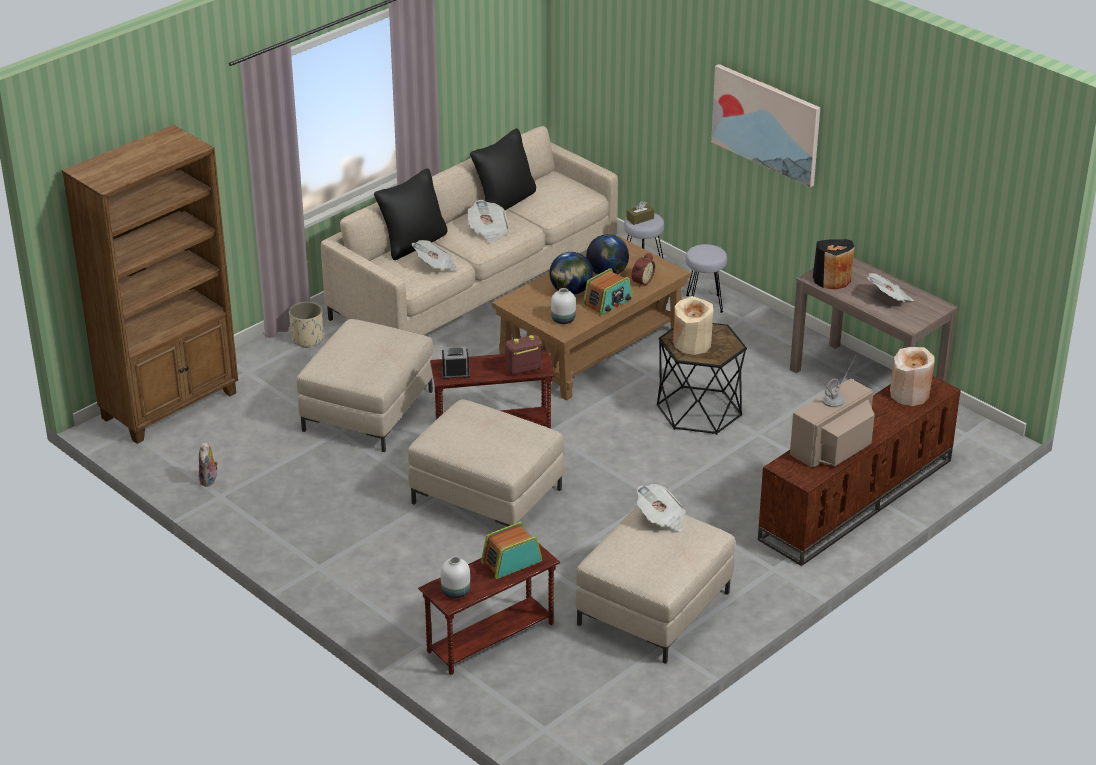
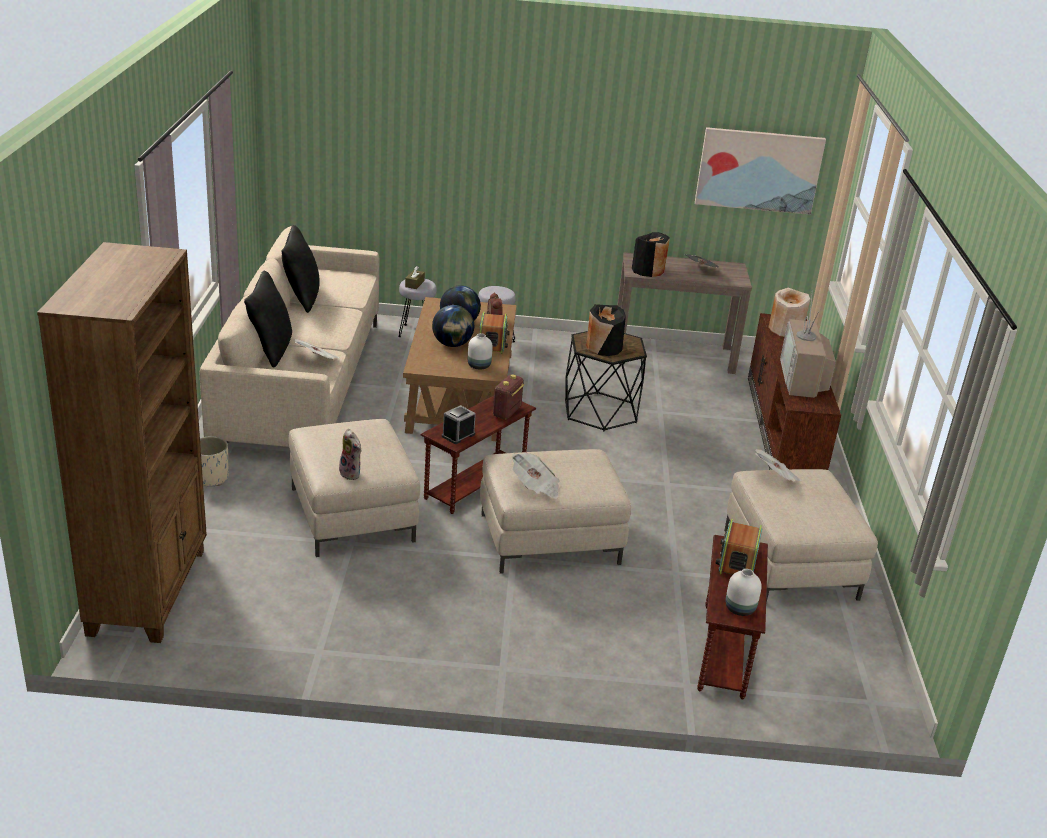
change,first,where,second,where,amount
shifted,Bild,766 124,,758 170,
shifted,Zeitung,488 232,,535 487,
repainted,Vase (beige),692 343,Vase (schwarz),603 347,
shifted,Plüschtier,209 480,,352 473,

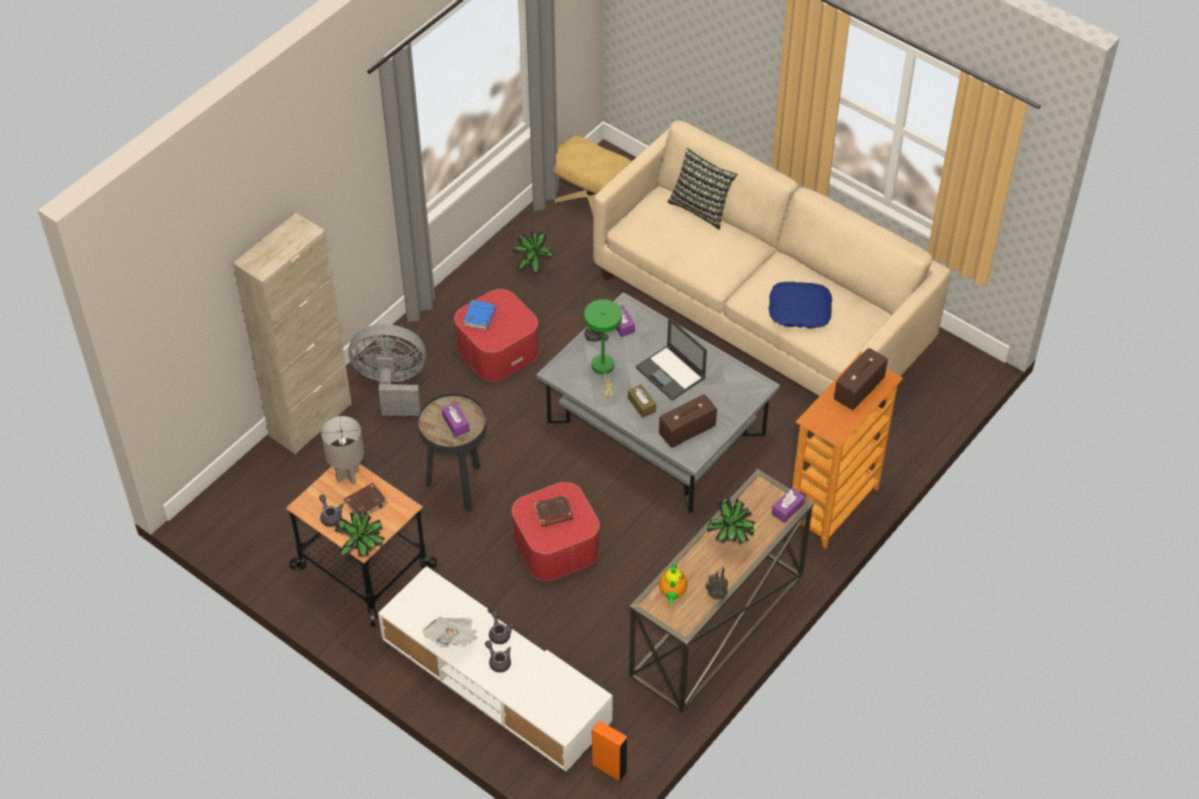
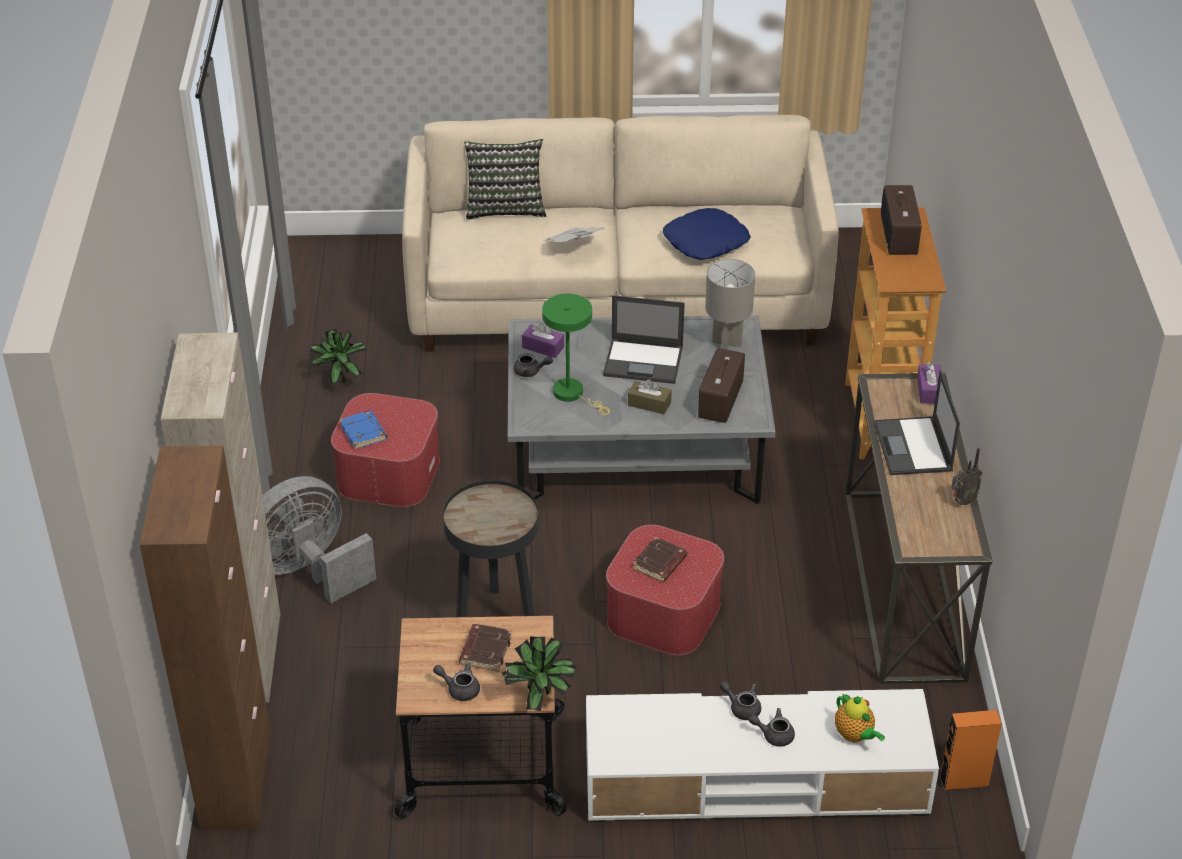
change,first,where,second,where,amount
gone,Polsterhocker (beige),590 196,,,
gone,Taschentuchbox (lila),456 423,,,
shifted,Tischlampe (grau),347 475,,726 343,
swapped,Topfpflanze,730 540,Laptop,913 447,
shifted,Teekanne,672 593,,855 735,
shifted,Zeitung,453 638,,575 247,
new,,,Schrank (braun),236 778,

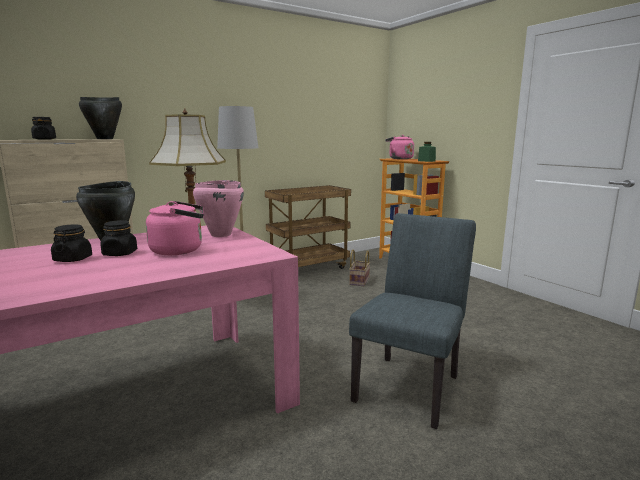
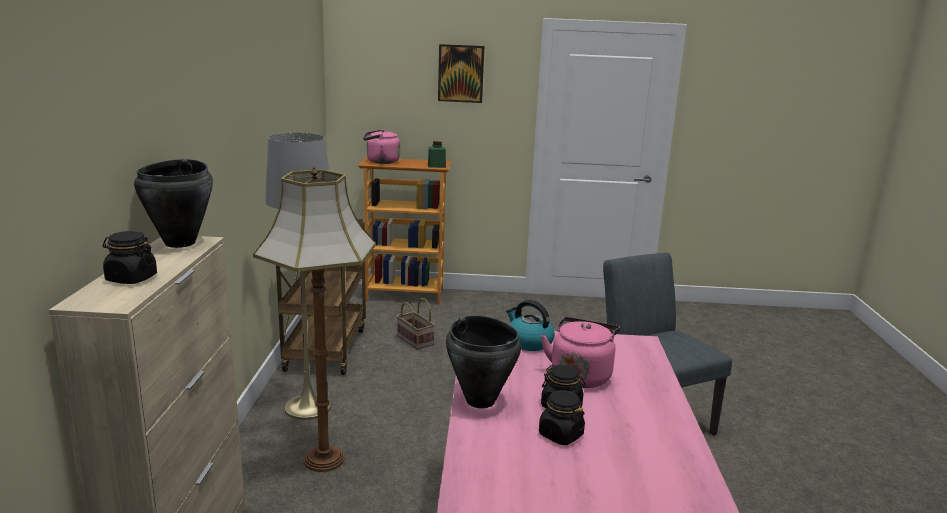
change,first,where,second,where,amount
swapped,Kochtopf (rosa),220 235,Wasserkessel,528 342,
new,,,Bild,461 73,

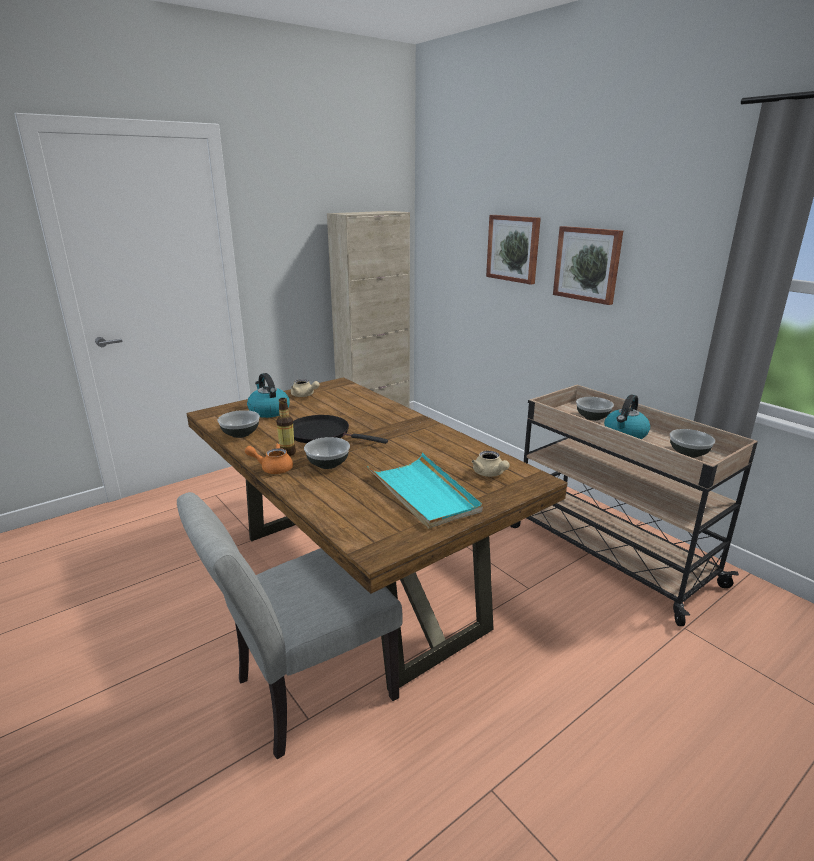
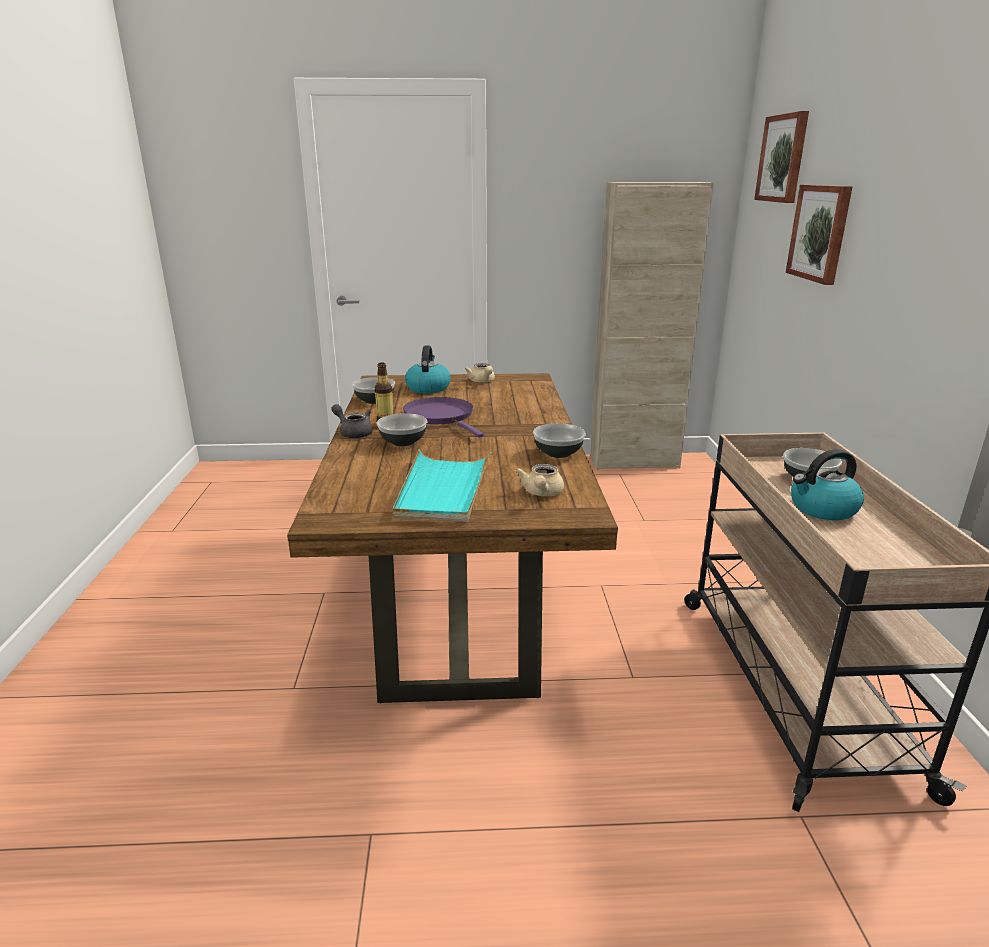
change,first,where,second,where,amount
shifted,Bild,587 264,,783 158,
repainted,Pfanne (schwarz),322 434,Pfanne (lila),441 417,
shifted,Schüssel,688 453,,557 453,
repainted,Teekanne (orange),272 468,Teekanne (grau),353 433,
gone,Stuhl (grau),304 693,,,

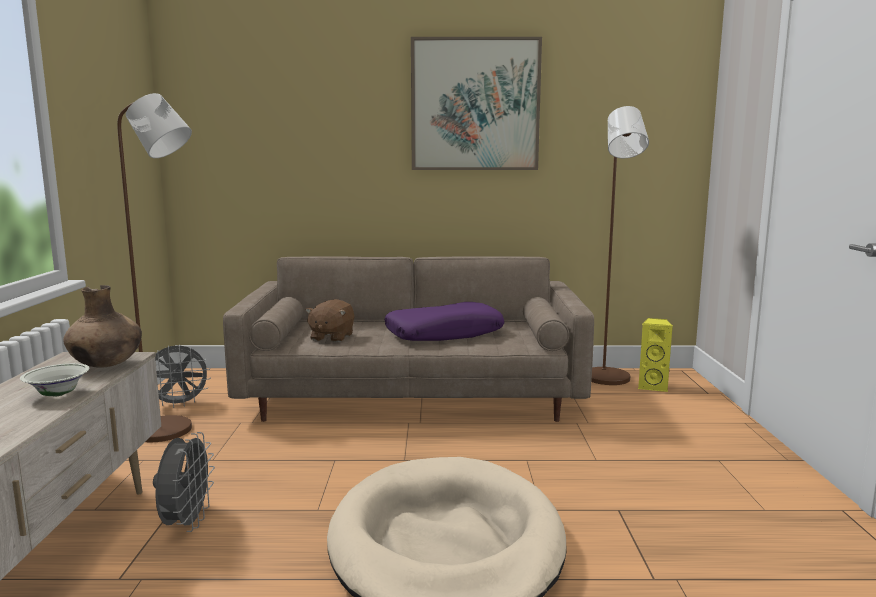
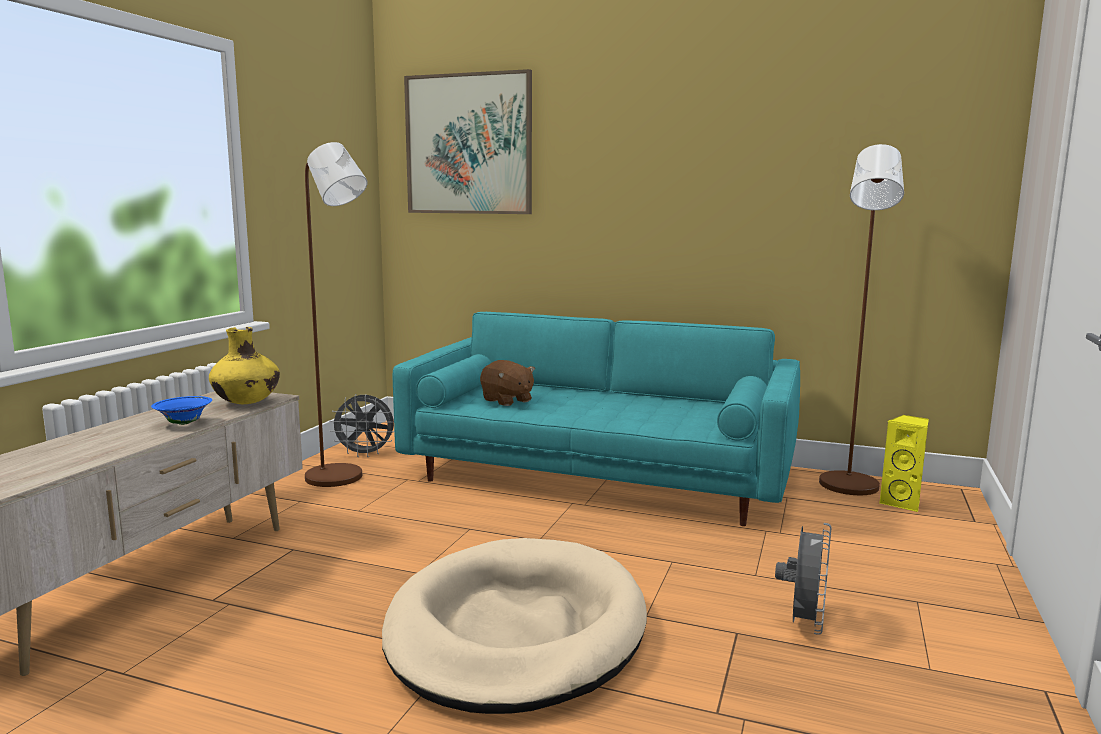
change,first,where,second,where,amount
shifted,Bild,475 105,,468 144,
repainted,Sofa (beige),413 395,Sofa (türkis),599 475,
repainted,Vase (braun),107 365,Vase (gelb),247 403,
rotated,Plüschtier (braun),331 337,,507 400,75 degrees counterclockwise
gone,Kissen (lila),444 334,,,
repainted,Schüssel (weiß),58 395,Schüssel (blau),184 423,
shifted,Ventilator (grau),186 524,,804 624,

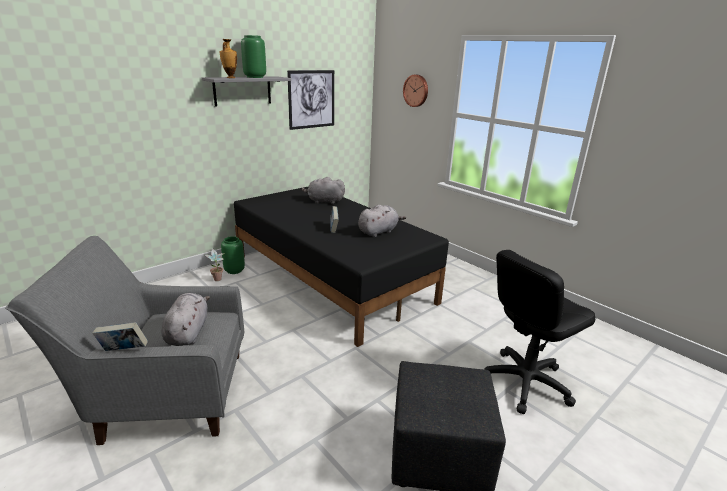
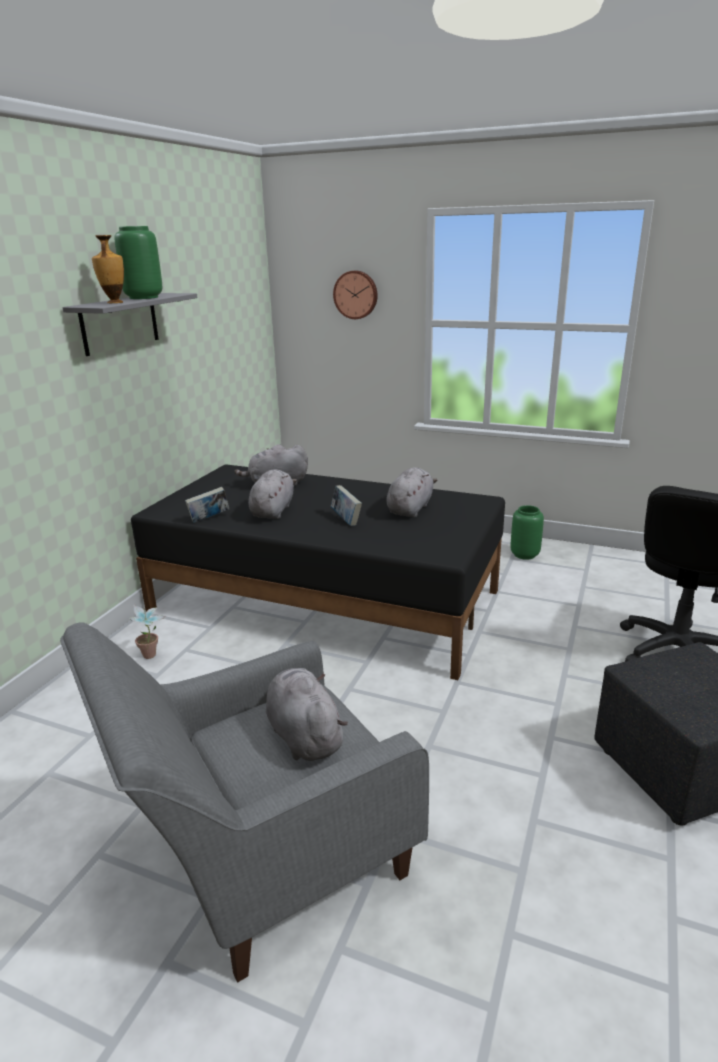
change,first,where,second,where,amount
gone,Bild,311 99,,,
shifted,Vase (grün),235 270,,525 554,
shifted,Buch,124 351,,209 519,
new,,,Plüschtier (grau),273 511,

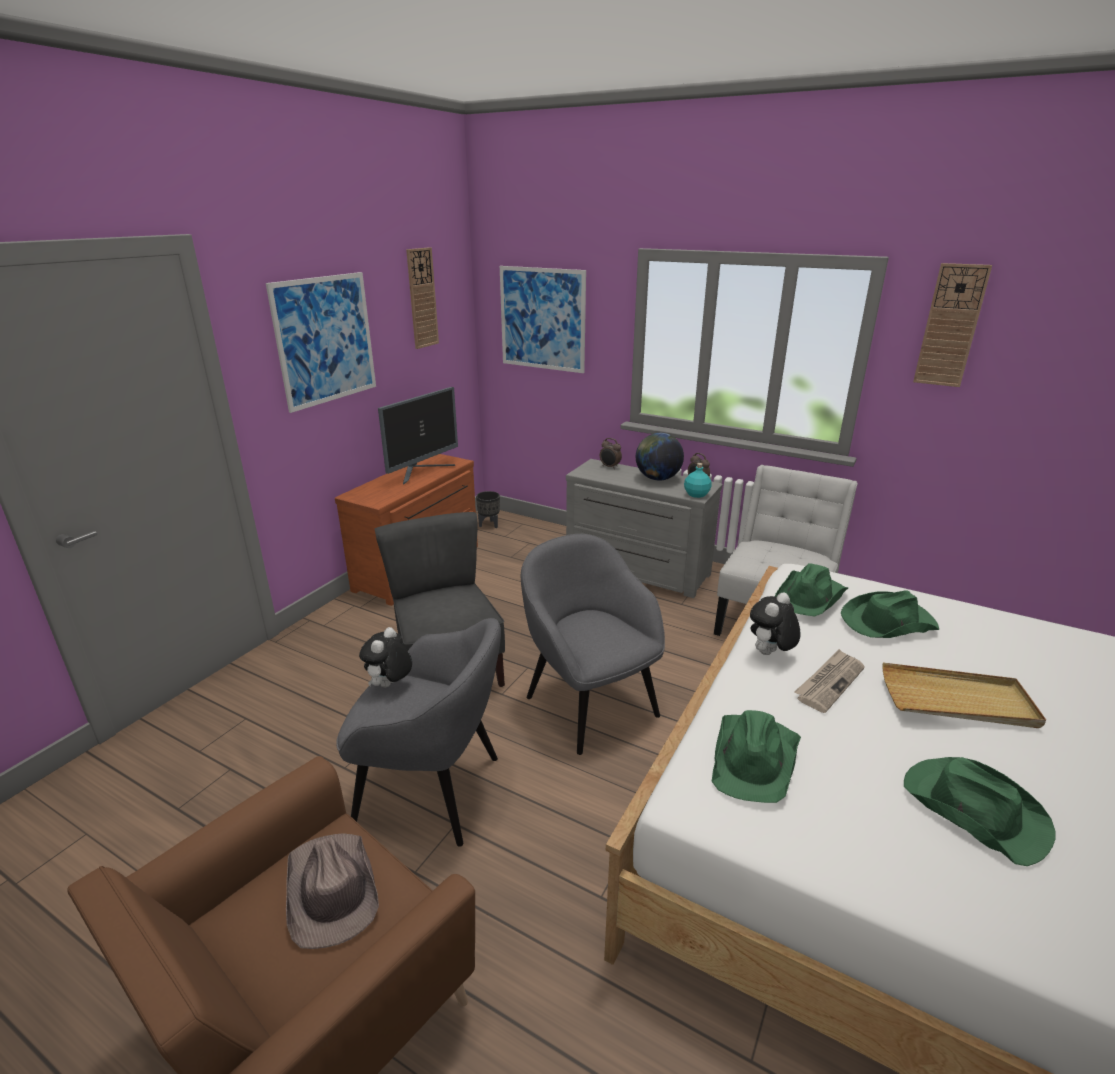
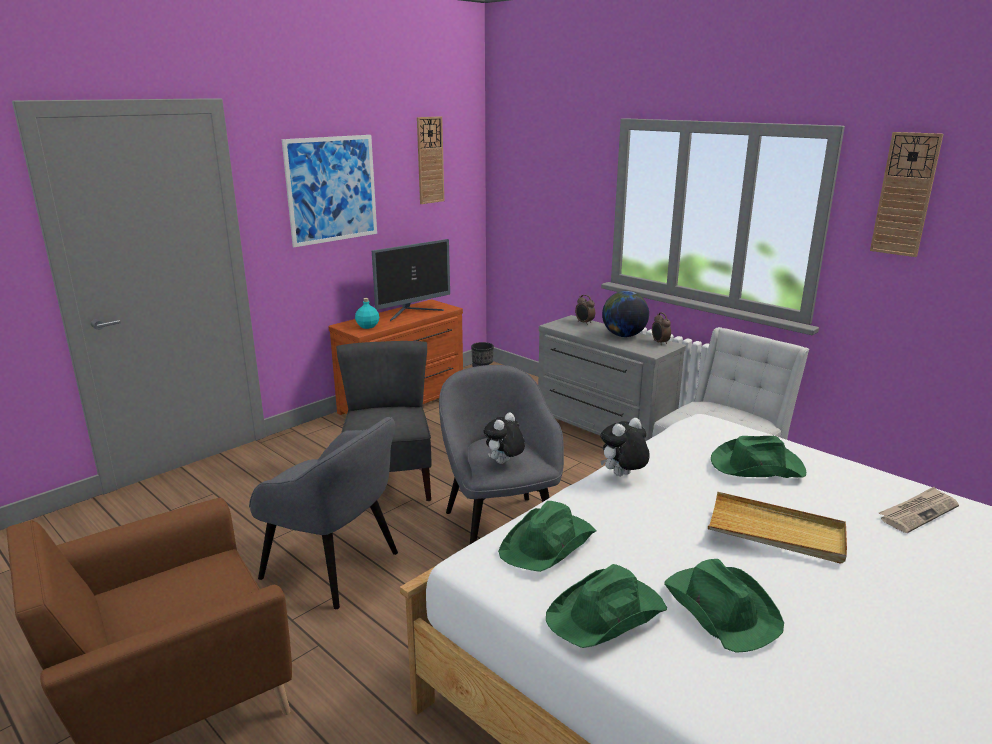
change,first,where,second,where,amount
gone,Bild,542 319,,,
shifted,Flasche (türkis),696 495,,367 326,
shifted,Hut (grün),810 597,,607 614,
shifted,Plüschtier,389 685,,504 463,
shifted,Zeitung,829 682,,918 512,
gone,Hut (braun),331 890,,,

